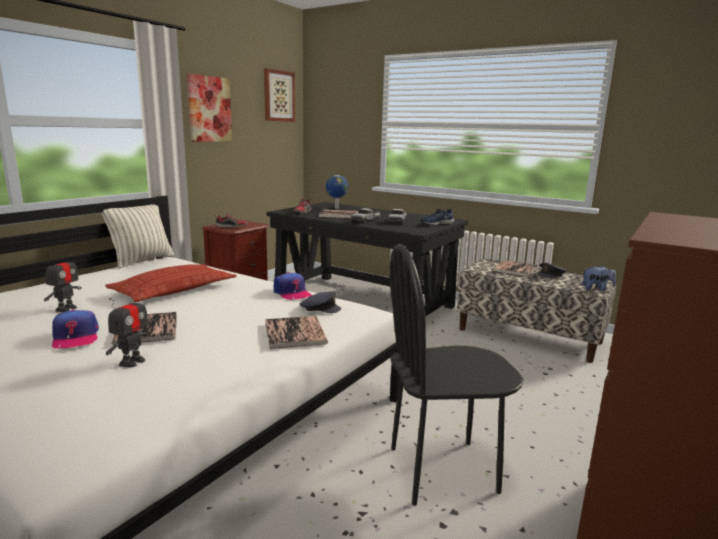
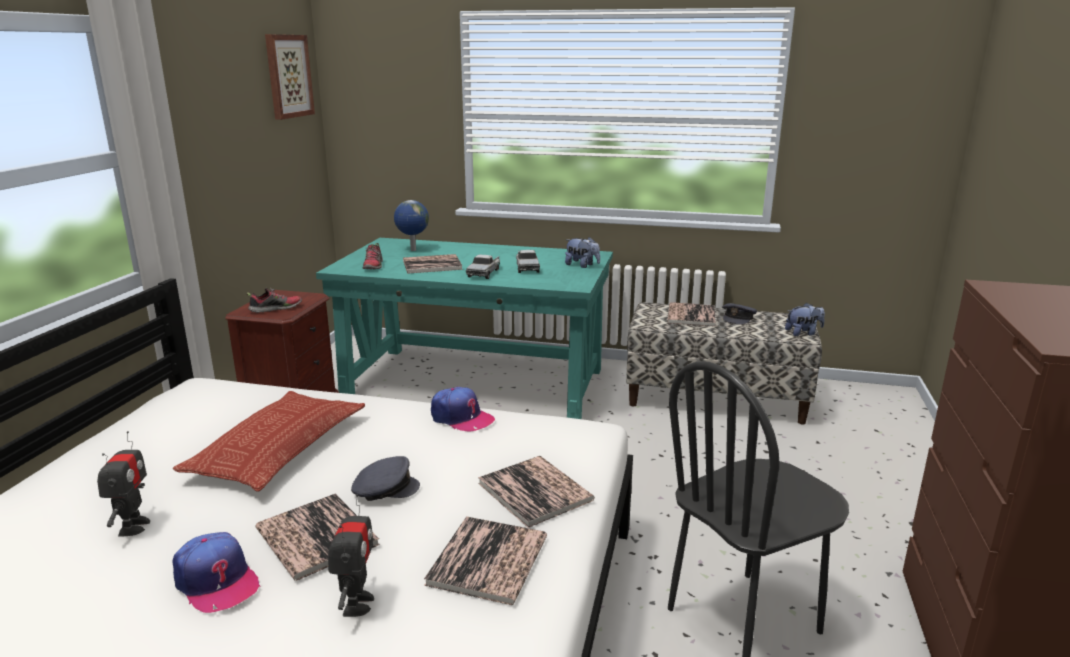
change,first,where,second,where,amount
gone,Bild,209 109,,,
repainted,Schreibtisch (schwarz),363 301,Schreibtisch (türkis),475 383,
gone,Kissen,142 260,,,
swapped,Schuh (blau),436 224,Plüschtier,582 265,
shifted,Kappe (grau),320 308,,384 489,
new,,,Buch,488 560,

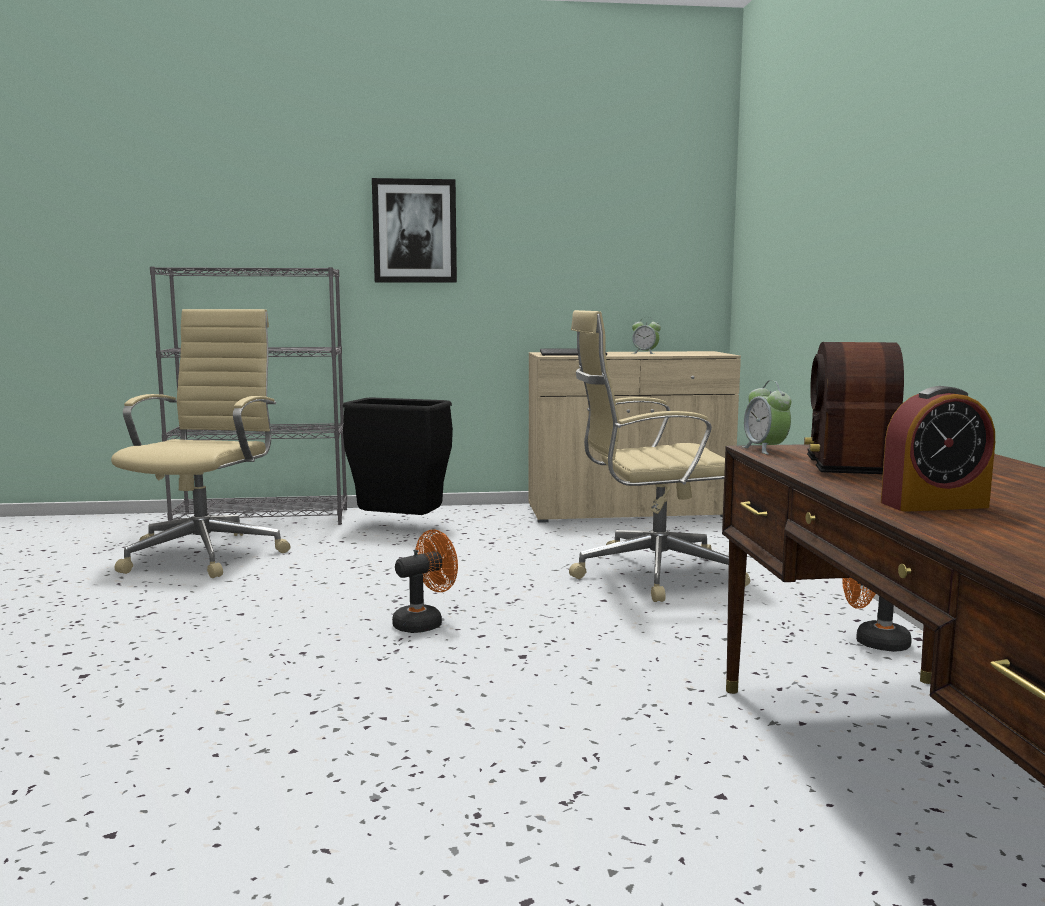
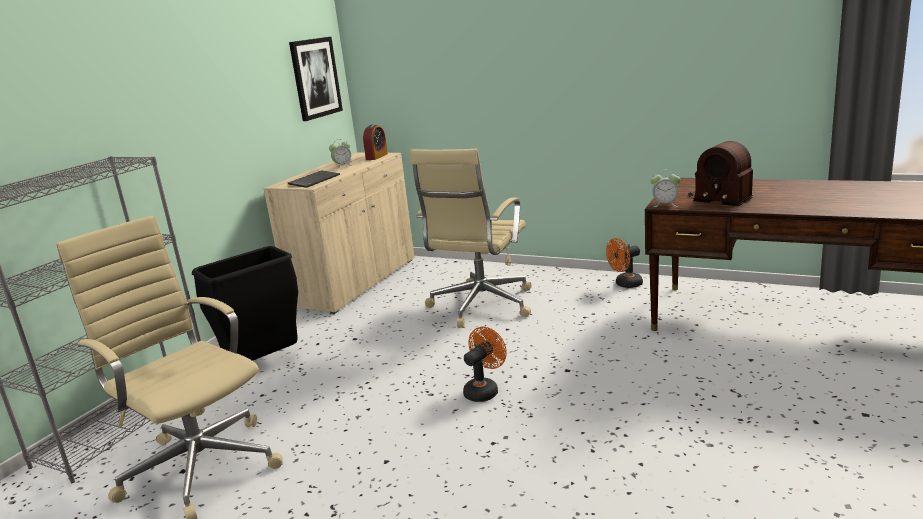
change,first,where,second,where,amount
shifted,Bild,414 231,,315 78,
shifted,Wecker,934 505,,376 157,
rotated,Ventilator (orange),424 623,,484 390,45 degrees clockwise

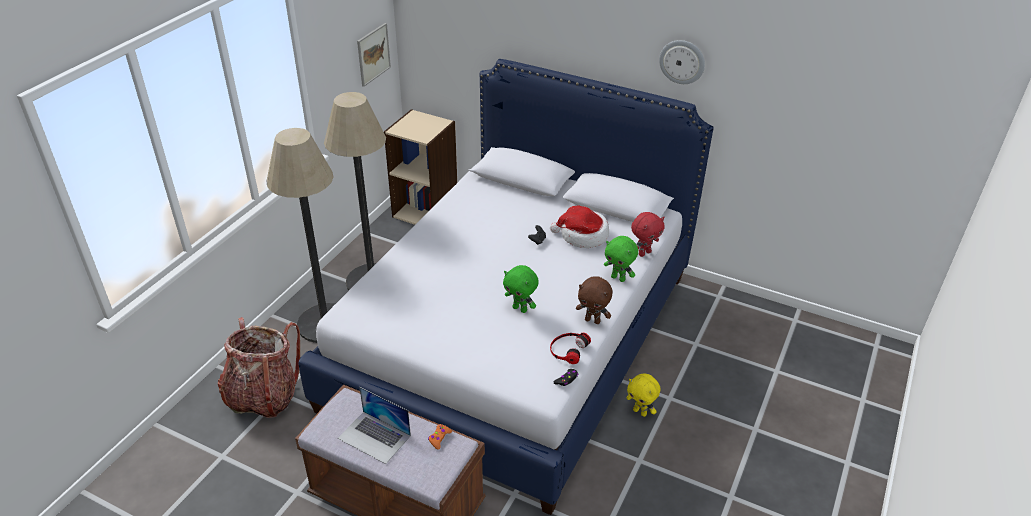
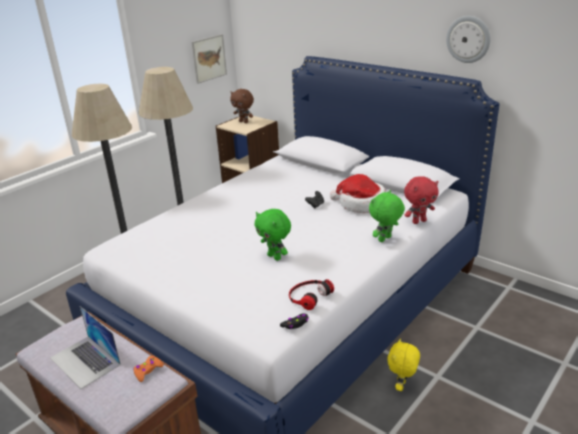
change,first,where,second,where,amount
rotated,Plüschtier (grün),618 278,,385 239,90 degrees clockwise
shifted,Plüschtier (braun),593 320,,244 122,
gone,Rucksack,263 396,,,
rotated,Plüschtier (gelb),640 412,,402 386,60 degrees clockwise

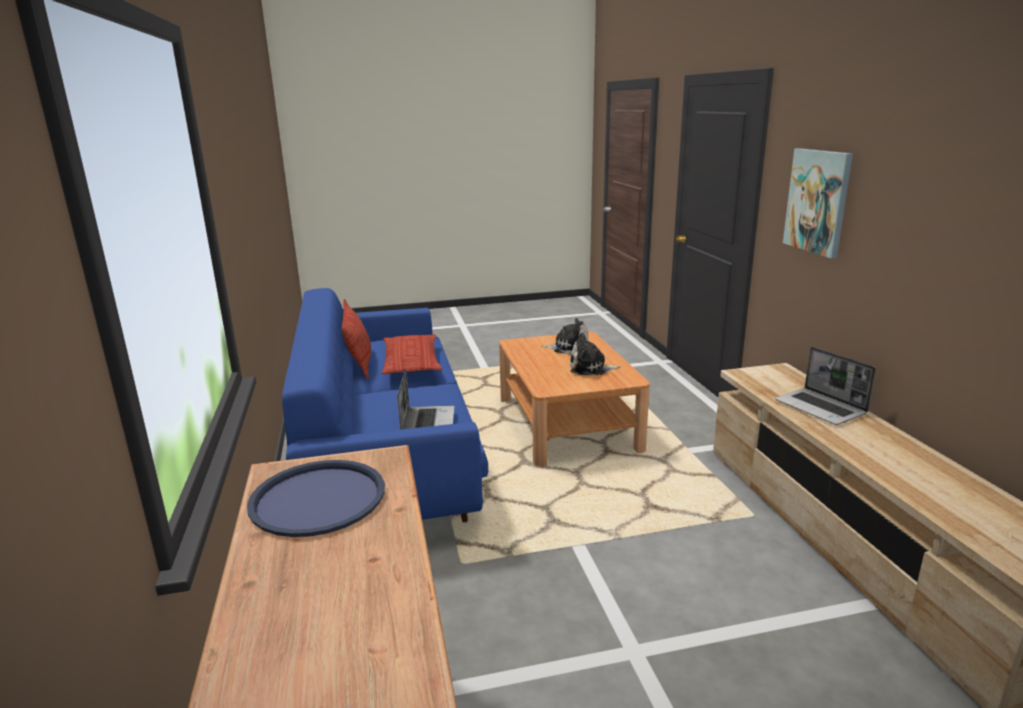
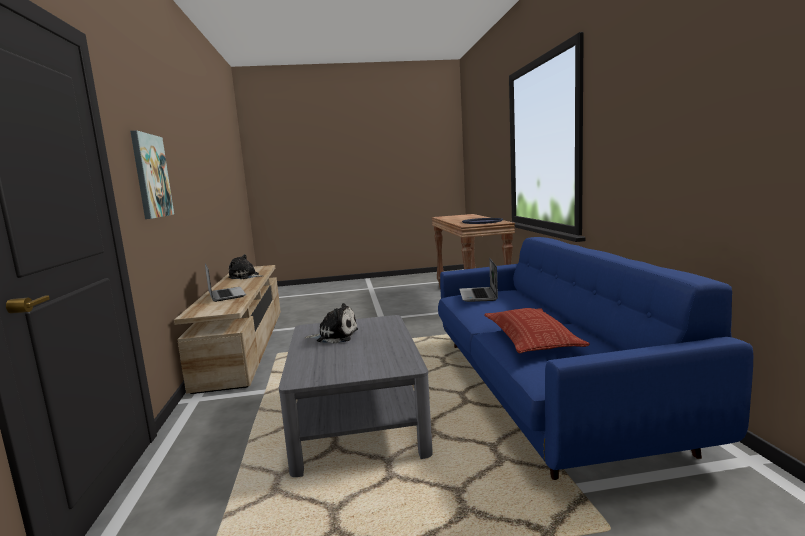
change,first,where,second,where,amount
gone,Kissen,359 361,,,
shifted,Plüschtier,568 347,,245 276,
repainted,Couchtisch (braun),566 423,Couchtisch (grau),358 418,

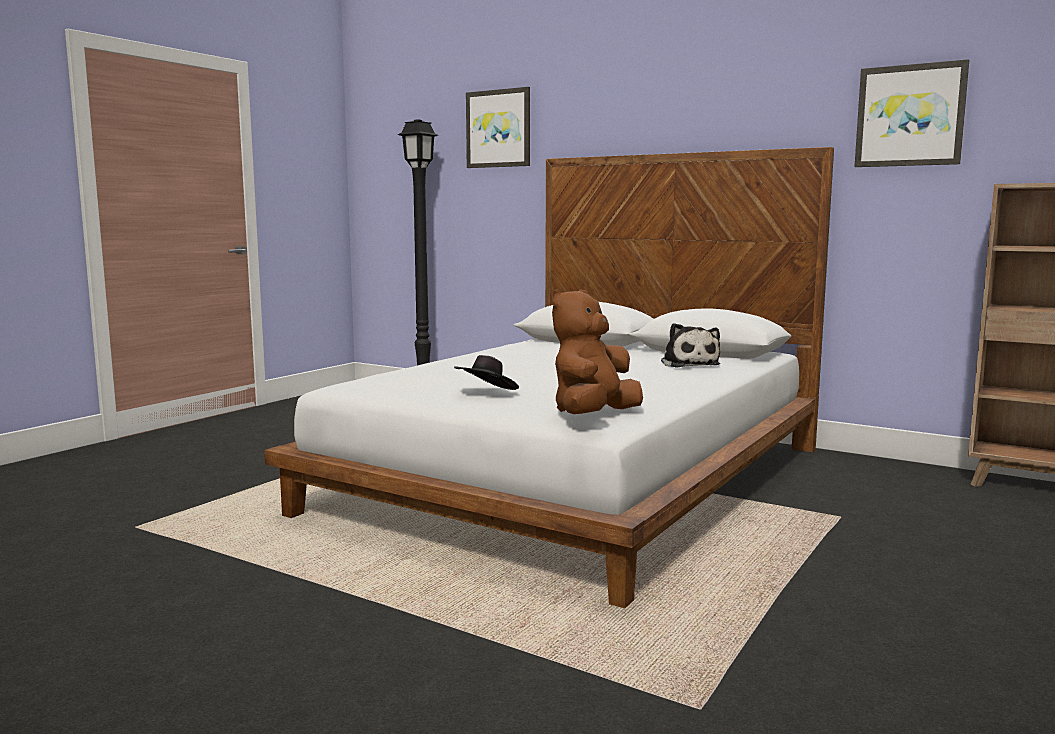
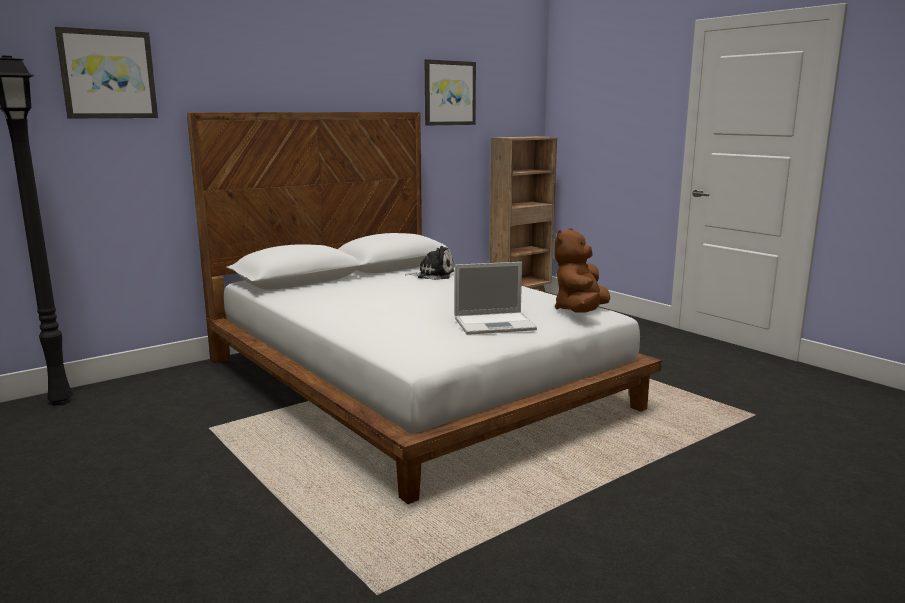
change,first,where,second,where,amount
rotated,Plüschtier (braun),593 416,,580 311,60 degrees clockwise
swapped,Hut (schwarz),487 393,Laptop,496 324,

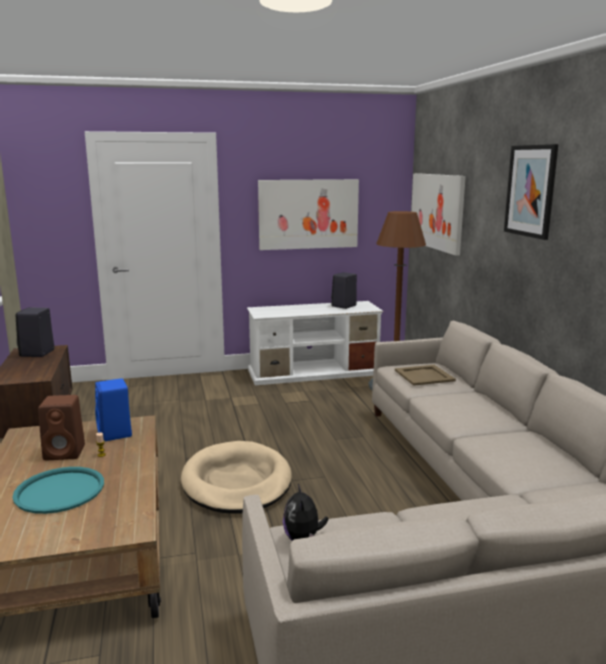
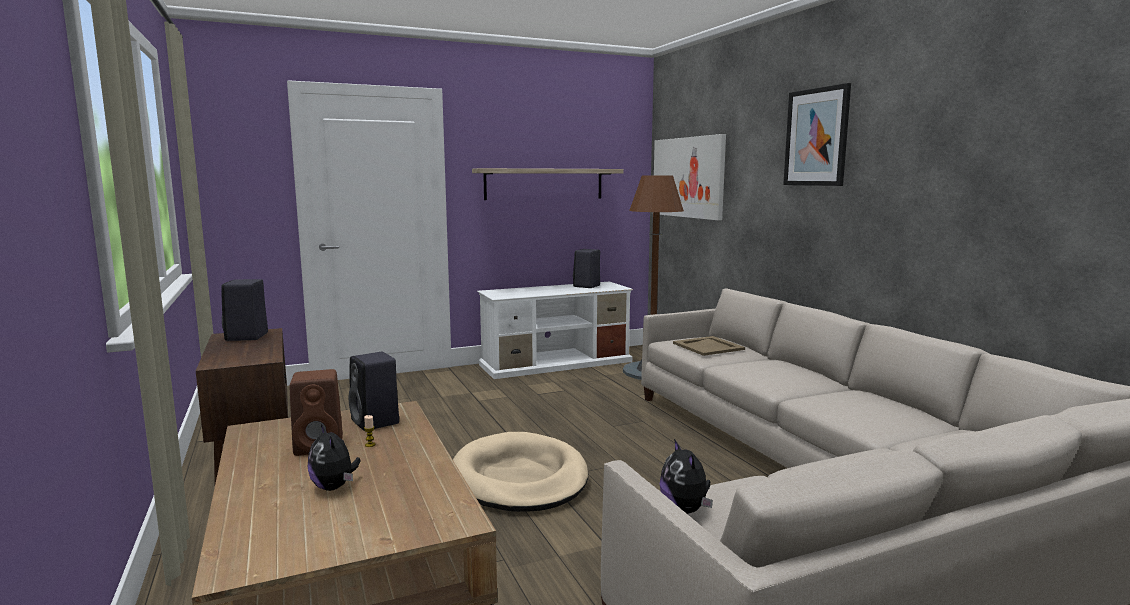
change,first,where,second,where,amount
swapped,Bild,308 214,Wandregal,544 184,
repainted,Lautsprecher (blau),115 434,Lautsprecher (schwarz),376 422,
swapped,Tablett (türkis),60 491,Plüschtier,334 487,

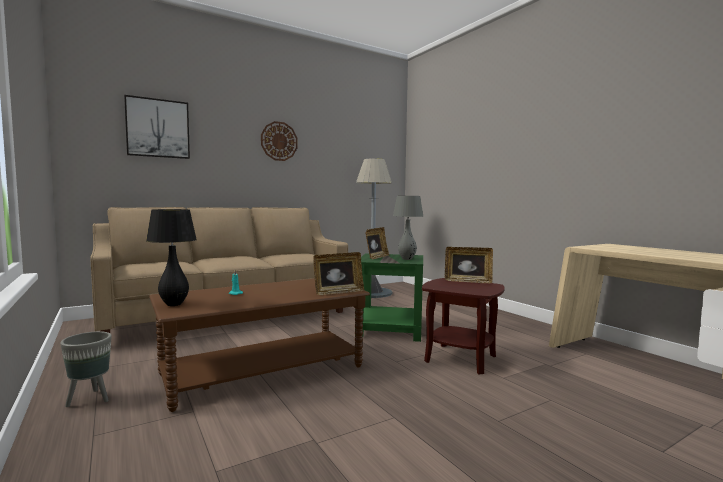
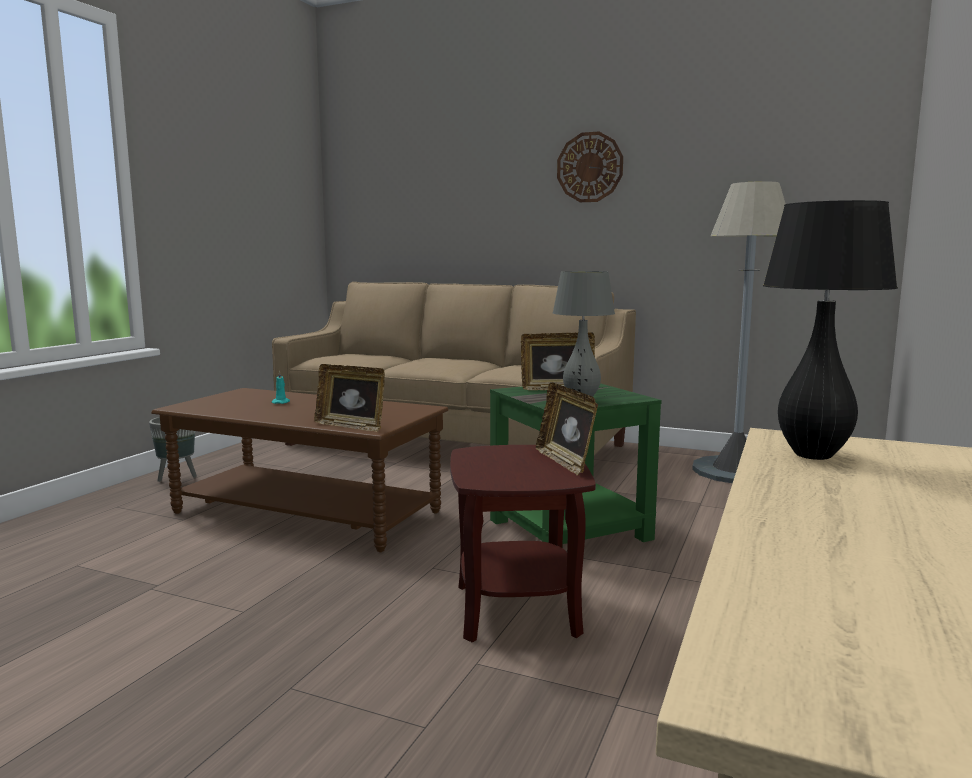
change,first,where,second,where,amount
gone,Bild,158 128,,,
shifted,Tischlampe (schwarz),174 304,,813 455,

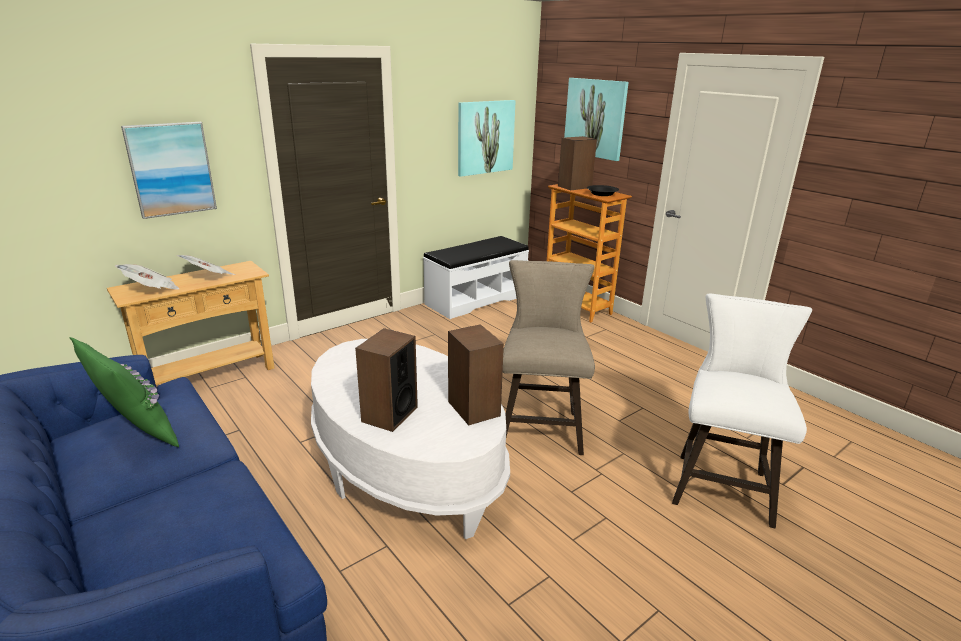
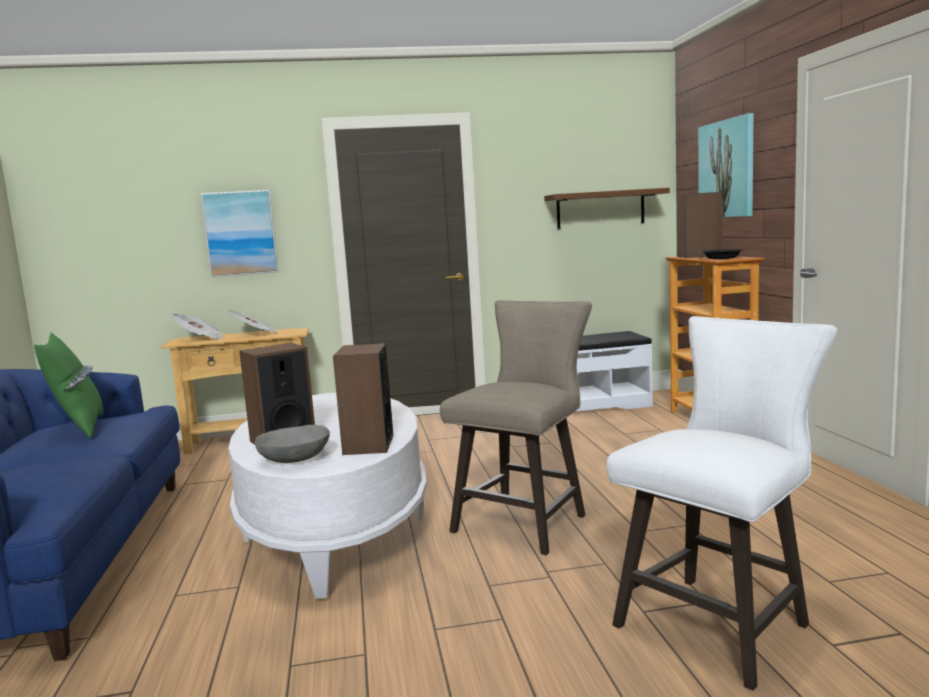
change,first,where,second,where,amount
swapped,Bild,485 137,Wandregal (braun),600 209,
new,,,Schüssel (grau),295 458,

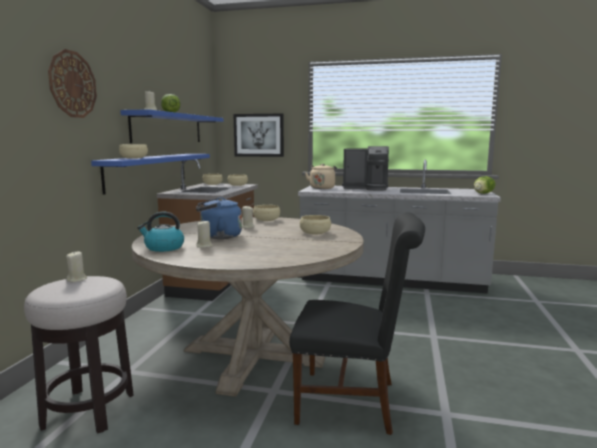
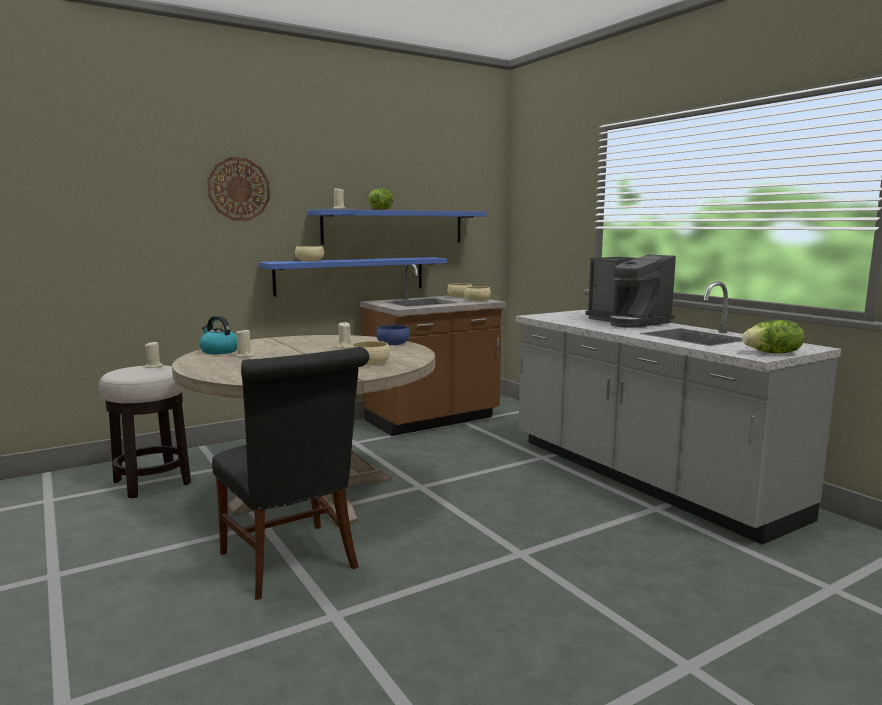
change,first,where,second,where,amount
gone,Bild,259 135,,,
gone,Wasserkessel (beige),322 188,,,
gone,Wasserkessel (blau),218 236,,,
repainted,Schüssel (beige),266 220,Schüssel (blau),393 343,

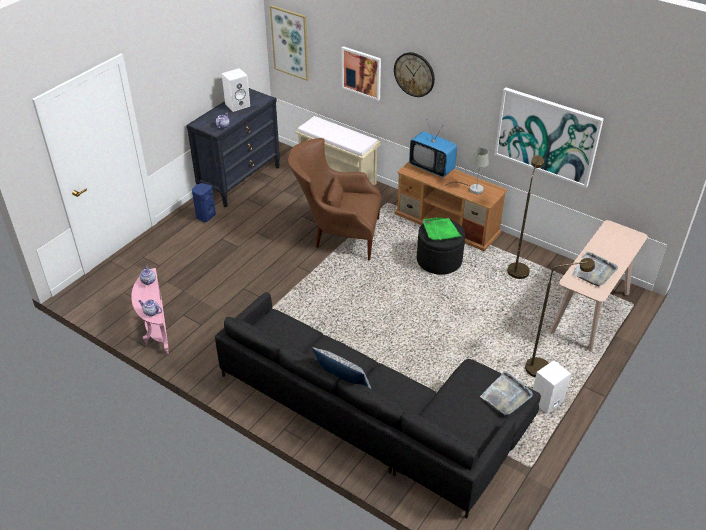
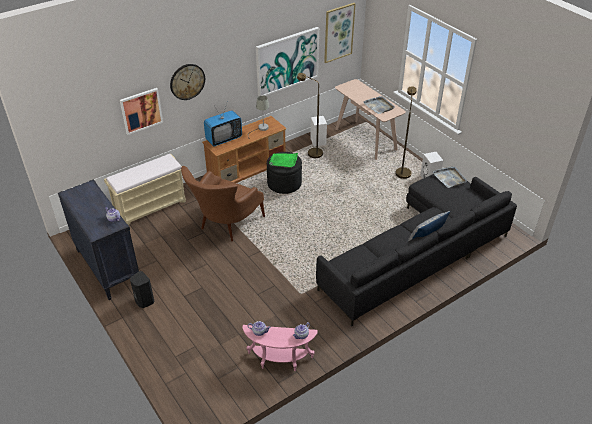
change,first,where,second,where,amount
shifted,Bild,290 42,,338 32,
shifted,Lautsprecher (weiß),238 104,,317 141,
repainted,Lautsprecher (blau),205 216,Lautsprecher (schwarz),144 301,

